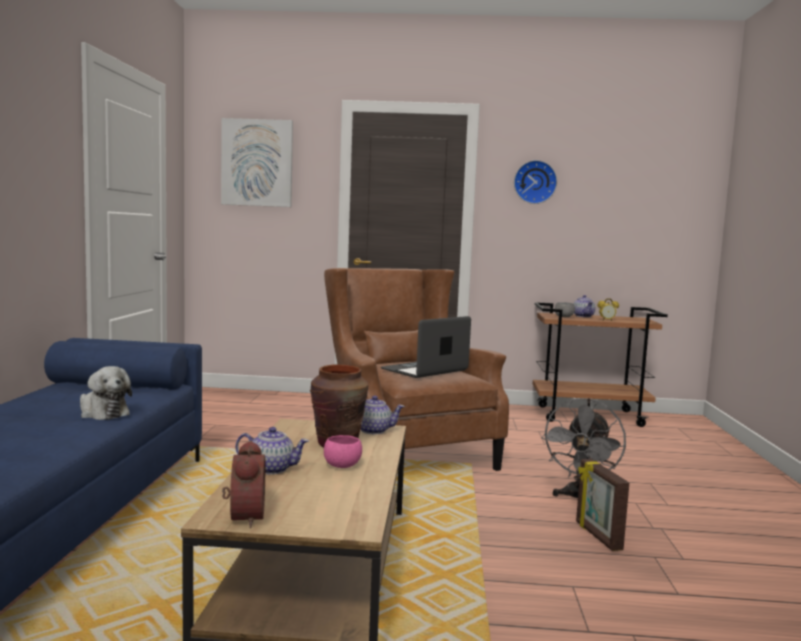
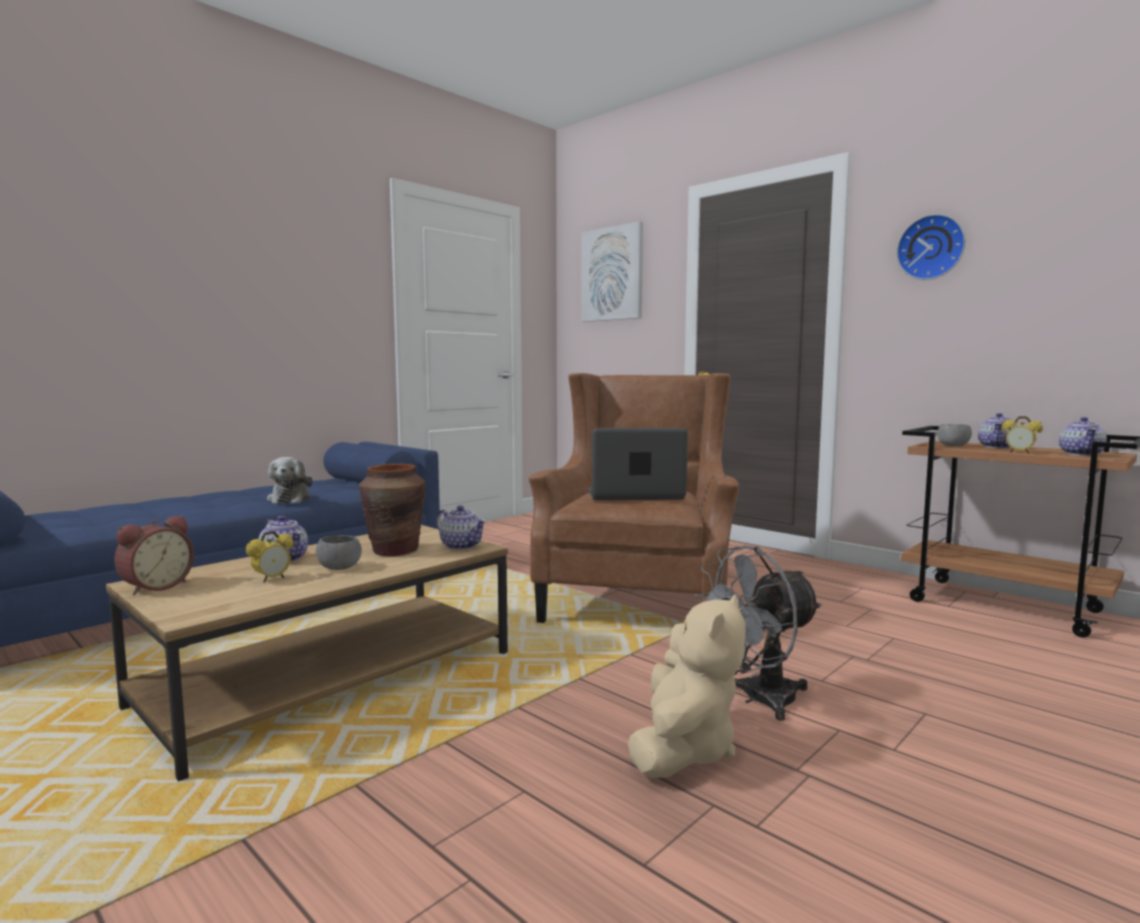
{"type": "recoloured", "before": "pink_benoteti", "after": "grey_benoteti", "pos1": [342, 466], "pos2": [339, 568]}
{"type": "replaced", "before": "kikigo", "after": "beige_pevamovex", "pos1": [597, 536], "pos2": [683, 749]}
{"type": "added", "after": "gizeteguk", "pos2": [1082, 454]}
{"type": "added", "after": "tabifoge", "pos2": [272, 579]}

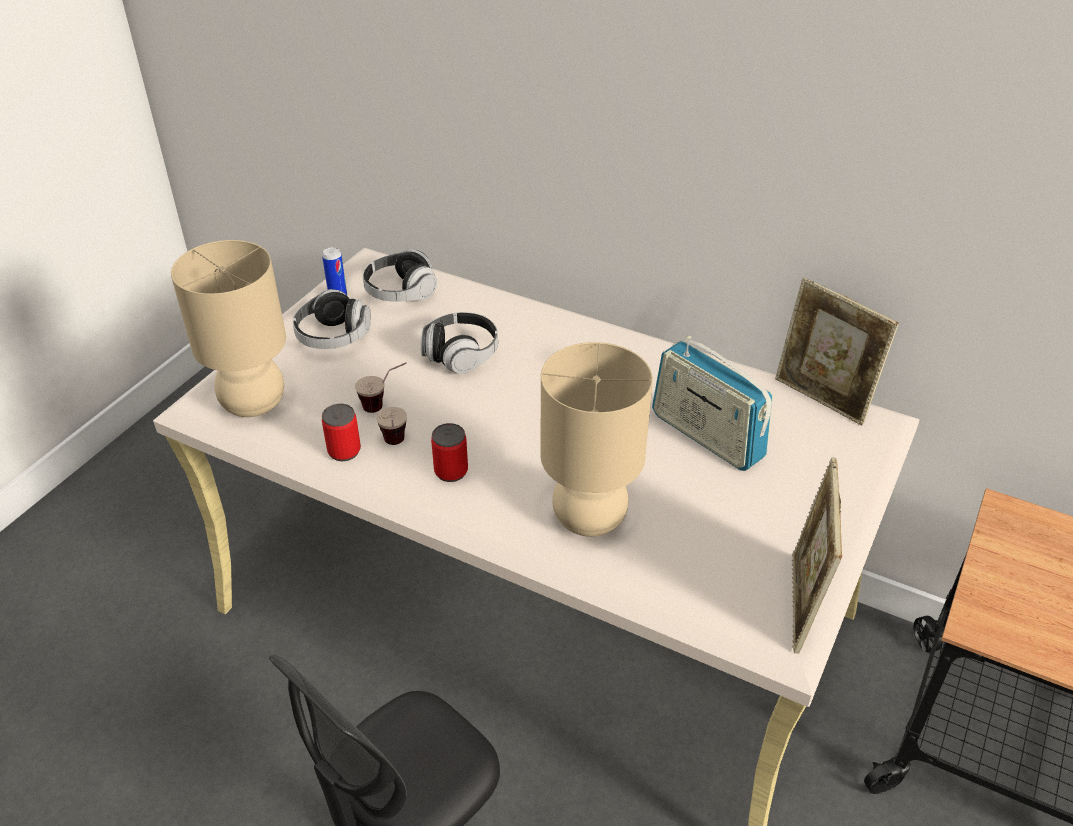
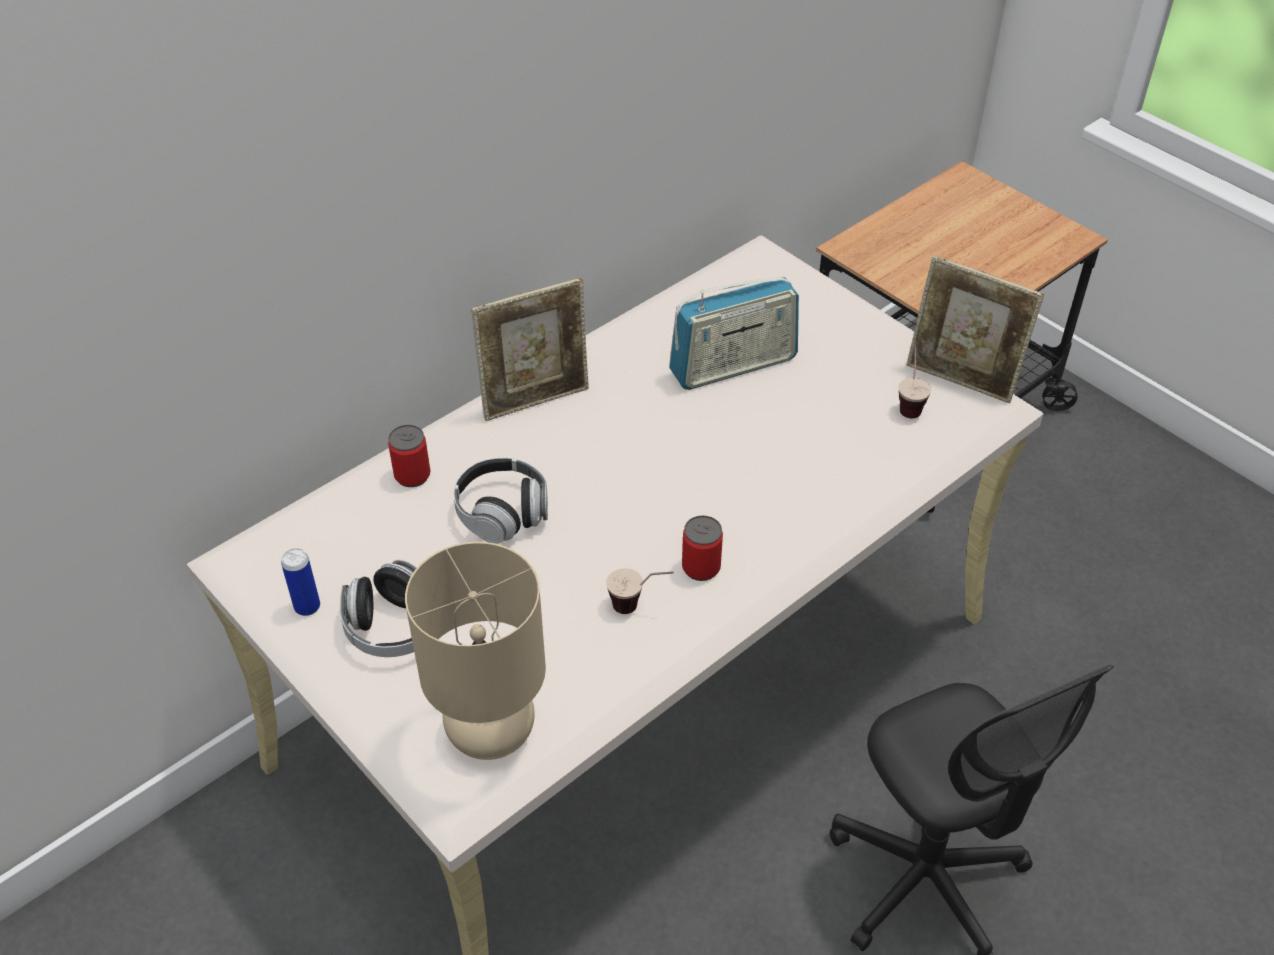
{"type": "removed", "before": "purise", "pos1": [400, 292]}
{"type": "moved", "before": "kikigo", "pos1": [821, 400], "pos2": [536, 400]}
{"type": "removed", "before": "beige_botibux", "pos1": [590, 519]}
{"type": "moved", "before": "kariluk", "pos1": [384, 404], "pos2": [909, 402]}
{"type": "moved", "before": "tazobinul", "pos1": [344, 451], "pos2": [412, 475]}

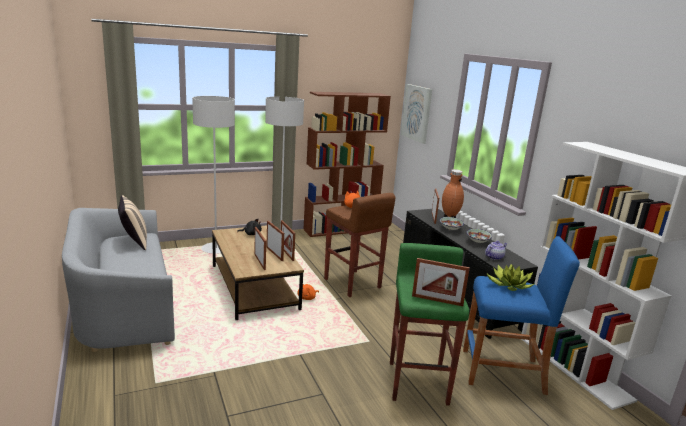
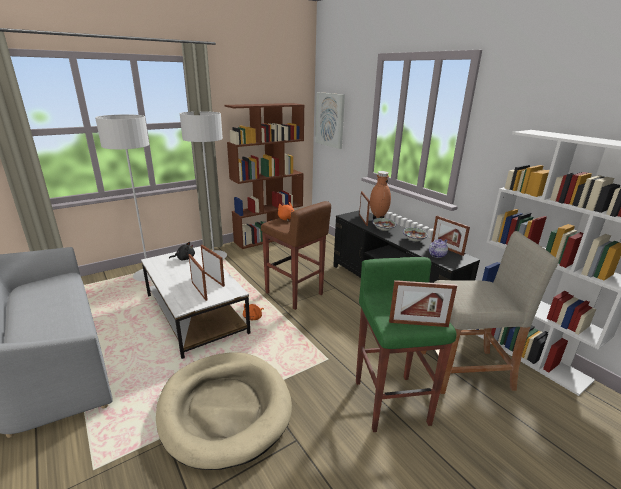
{"type": "removed", "before": "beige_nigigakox", "pos1": [134, 242]}
{"type": "moved", "before": "kikigo", "pos1": [286, 253], "pos2": [447, 249]}
{"type": "recoloured", "before": "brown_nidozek", "after": "white_nidozek", "pos1": [253, 286], "pos2": [194, 313]}
{"type": "recoloured", "before": "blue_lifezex", "after": "beige_lifezex", "pos1": [502, 372], "pos2": [465, 371]}
{"type": "removed", "before": "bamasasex", "pos1": [508, 285]}
{"type": "added", "after": "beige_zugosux", "pos2": [225, 408]}

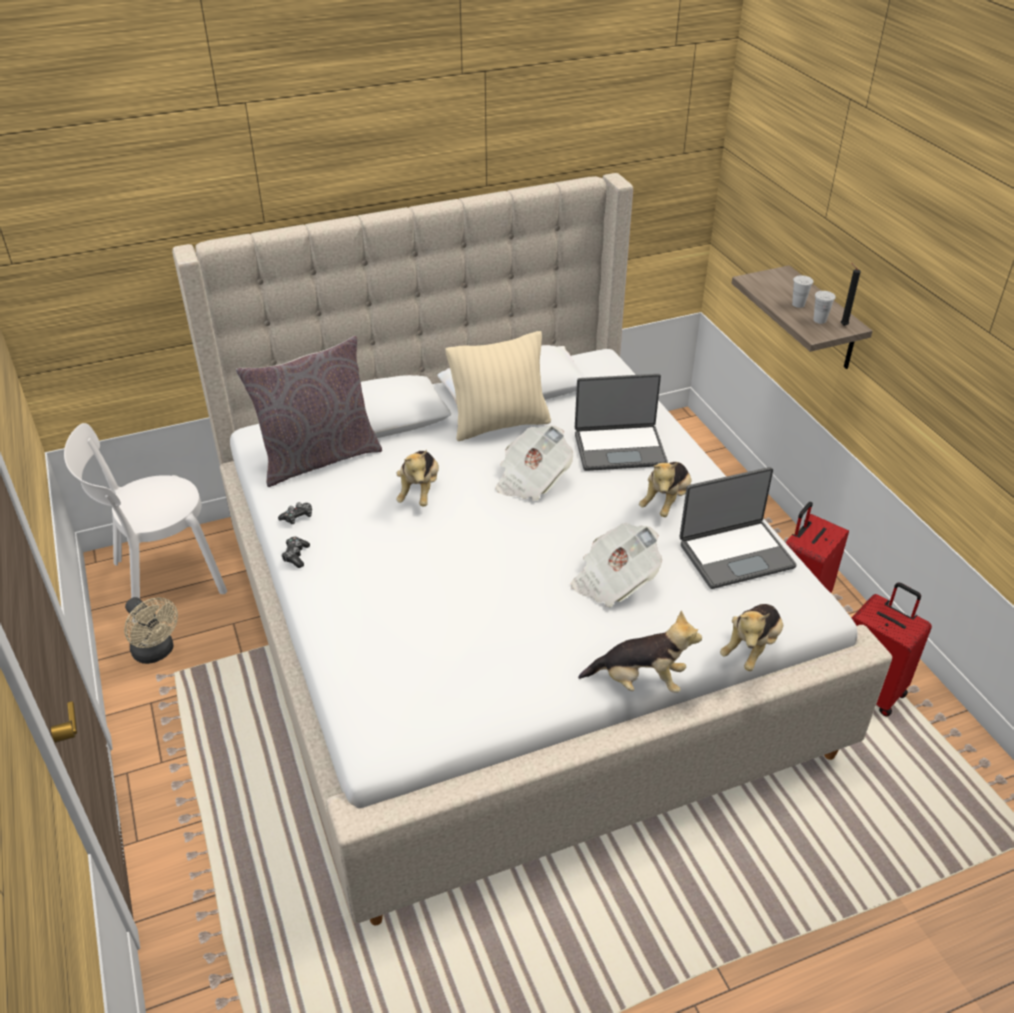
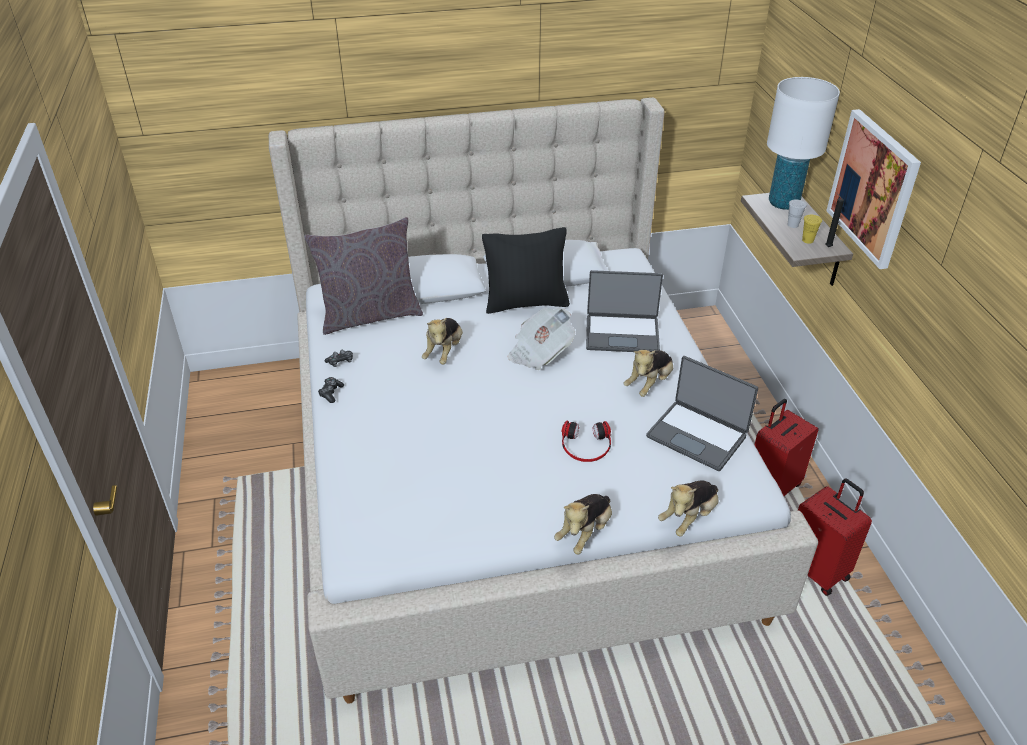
{"type": "recoloured", "before": "white_kariluk", "after": "yellow_kariluk", "pos1": [819, 320], "pos2": [807, 240]}
{"type": "recoloured", "before": "beige_nigigakox", "after": "black_nigigakox", "pos1": [500, 424], "pos2": [526, 303]}
{"type": "removed", "before": "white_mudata", "pos1": [163, 579]}
{"type": "turned", "before": "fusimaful", "pos1": [735, 554], "pos2": [697, 435], "turn": 45}
{"type": "replaced", "before": "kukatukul", "after": "purise", "pos1": [614, 581], "pos2": [586, 445]}
{"type": "removed", "before": "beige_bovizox", "pos1": [156, 652]}
{"type": "turned", "before": "pevamovex", "pos1": [640, 681], "pos2": [585, 532], "turn": 105}
{"type": "added", "after": "white_botibux", "pos2": [783, 203]}
{"type": "added", "after": "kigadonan", "pos2": [873, 188]}

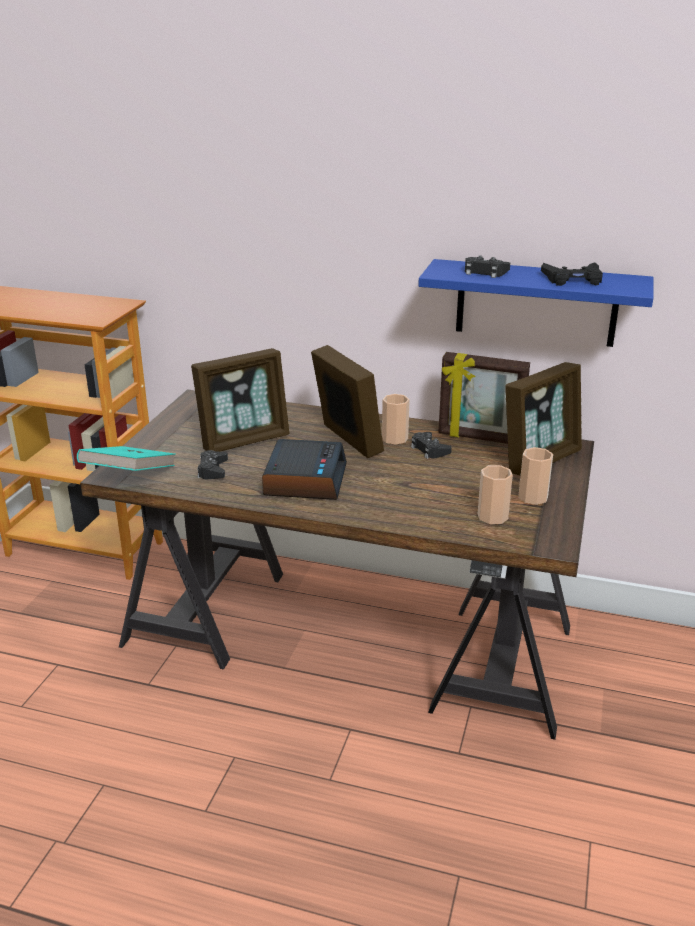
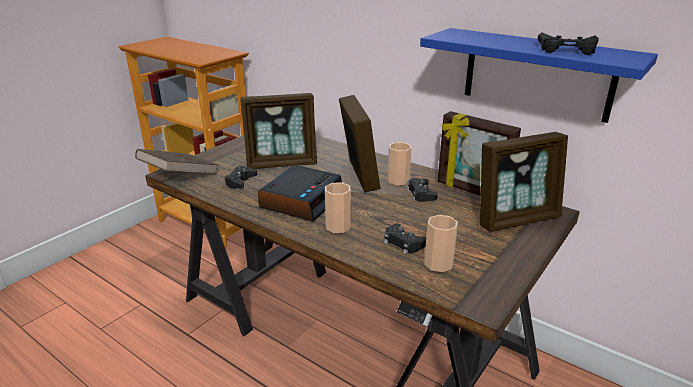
{"type": "moved", "before": "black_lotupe", "pos1": [484, 272], "pos2": [403, 243]}
{"type": "recoloured", "before": "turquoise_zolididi", "after": "brown_zolididi", "pos1": [130, 477], "pos2": [180, 177]}
{"type": "moved", "before": "kariluk", "pos1": [533, 497], "pos2": [338, 226]}

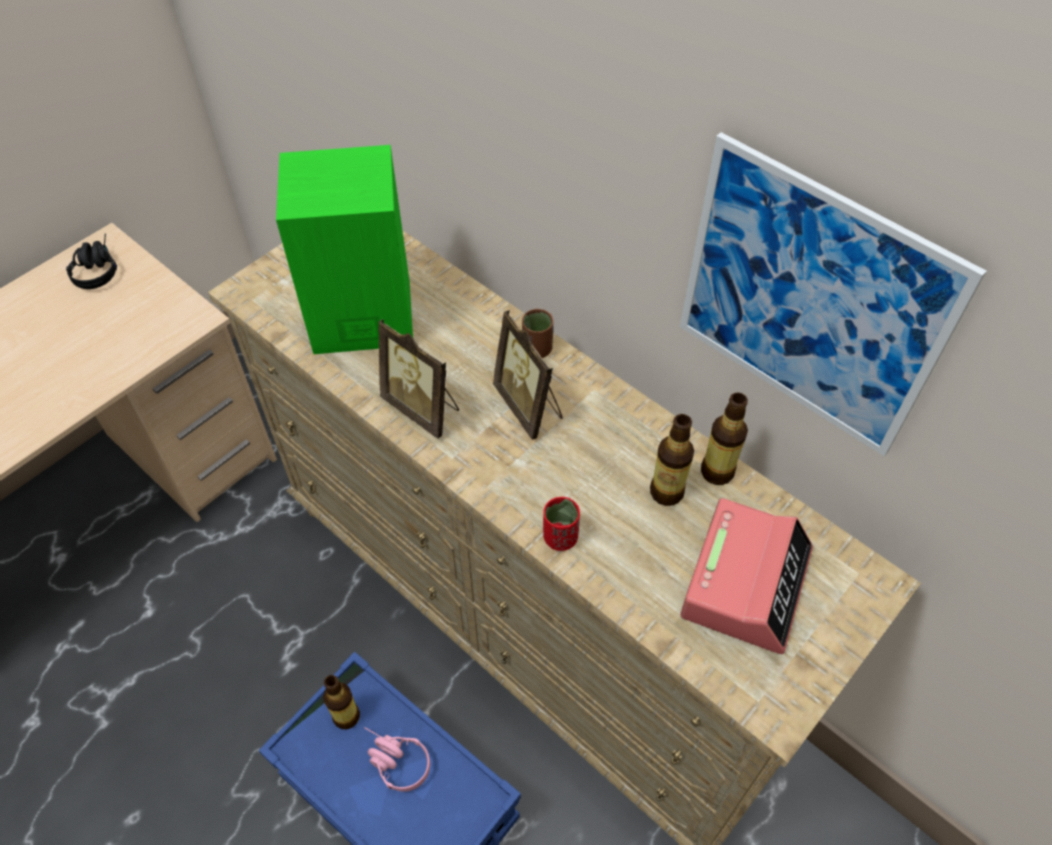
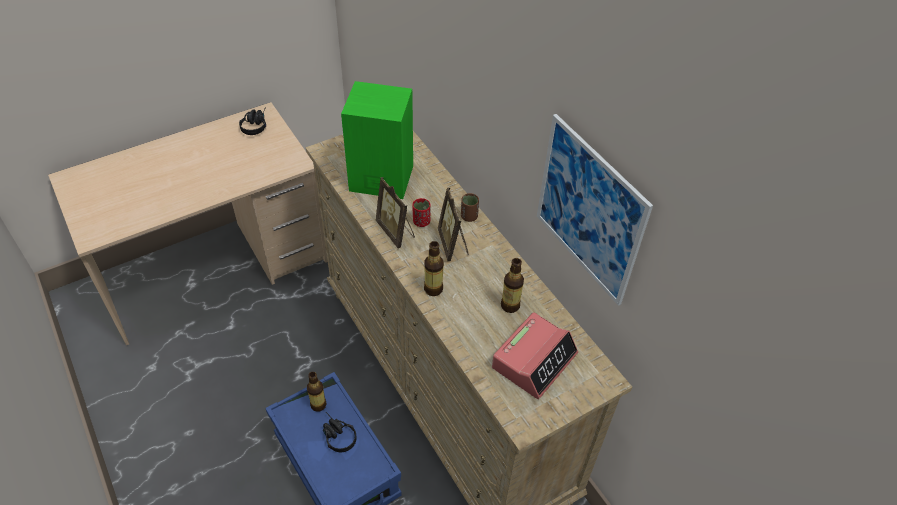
{"type": "moved", "before": "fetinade", "pos1": [717, 471], "pos2": [433, 289]}
{"type": "moved", "before": "red_kariluk", "pos1": [560, 537], "pos2": [421, 222]}
{"type": "recoloured", "before": "pink_purise", "after": "black_purise", "pos1": [393, 761], "pos2": [336, 435]}

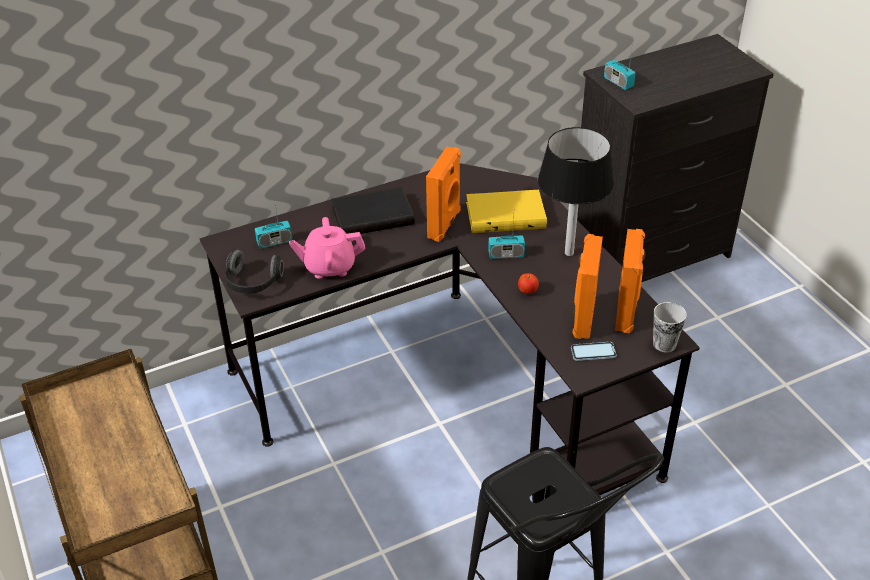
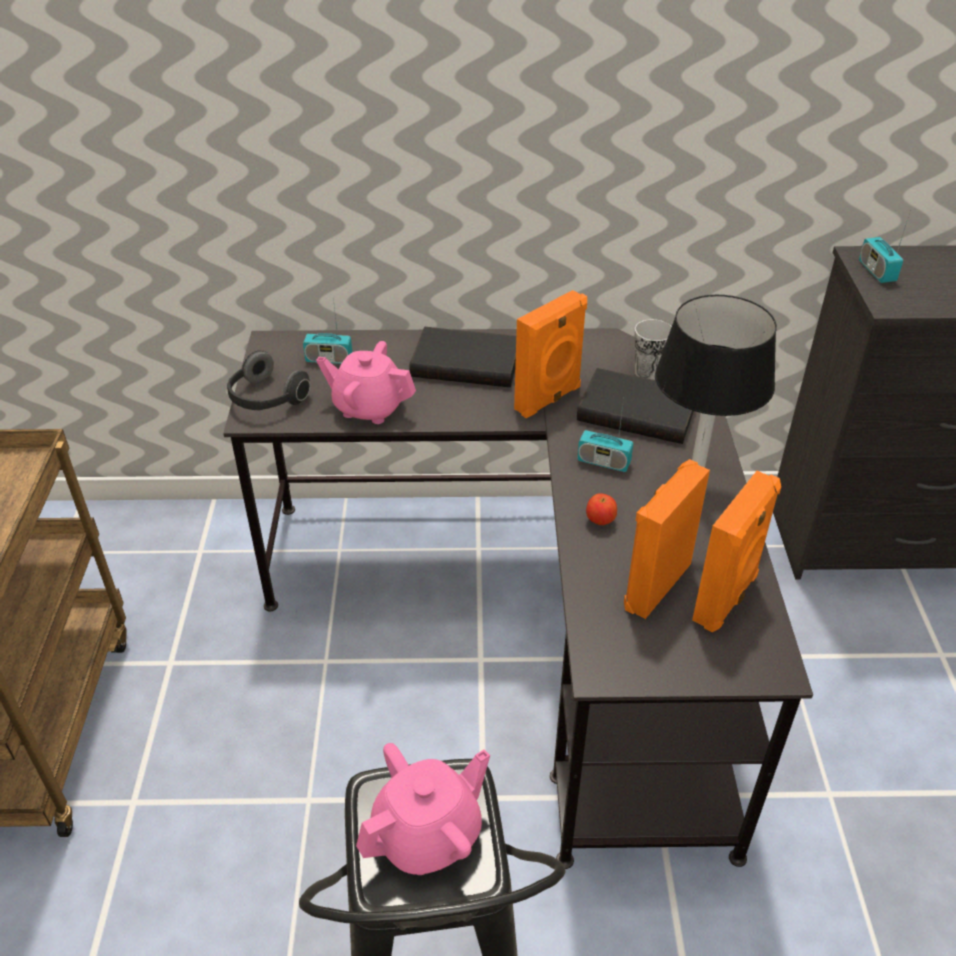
{"type": "recoloured", "before": "yellow_zolididi", "after": "black_zolididi", "pos1": [506, 214], "pos2": [638, 410]}
{"type": "moved", "before": "kariluk", "pos1": [664, 344], "pos2": [648, 373]}
{"type": "removed", "before": "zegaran", "pos1": [593, 352]}
{"type": "added", "after": "pink_gizeteguk", "pos2": [428, 835]}

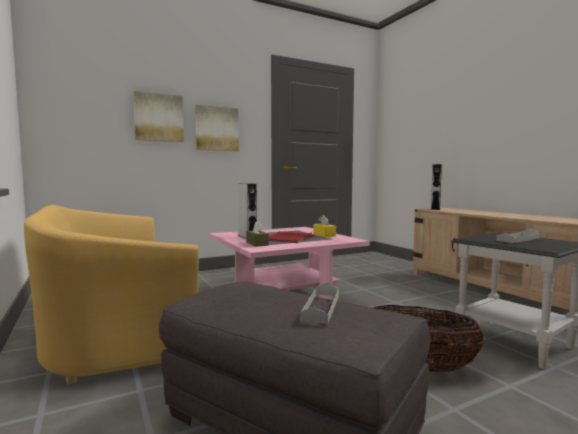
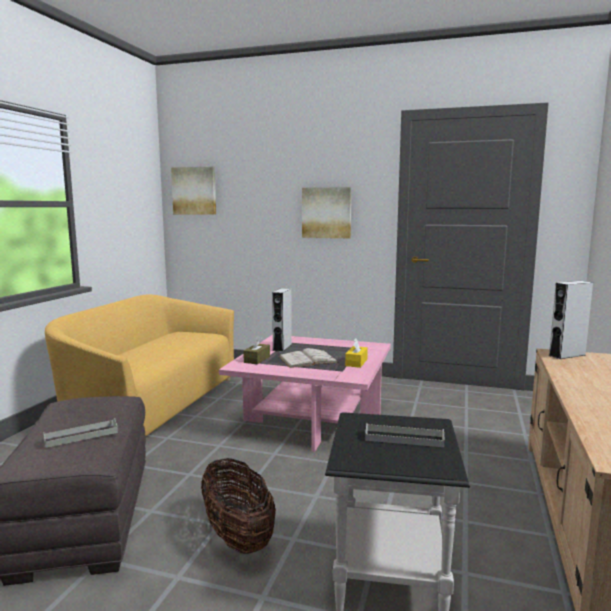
{"type": "moved", "before": "kigadonan", "pos1": [158, 117], "pos2": [194, 191]}
{"type": "recoloured", "before": "red_zolididi", "after": "white_zolididi", "pos1": [291, 238], "pos2": [308, 359]}

